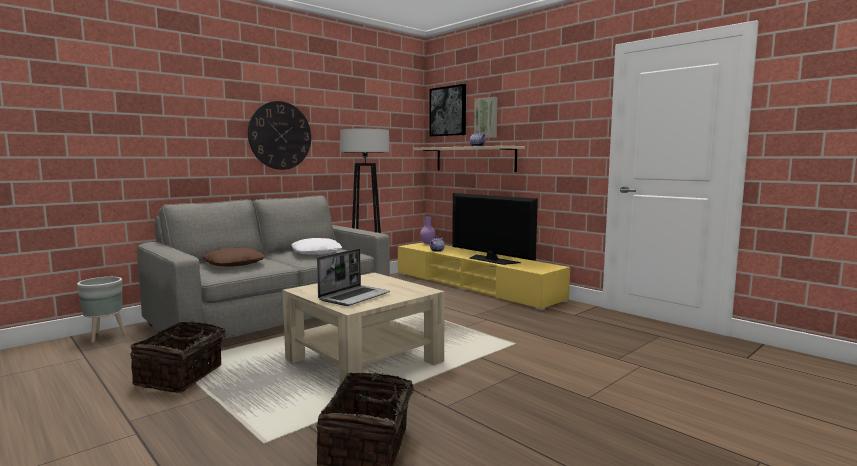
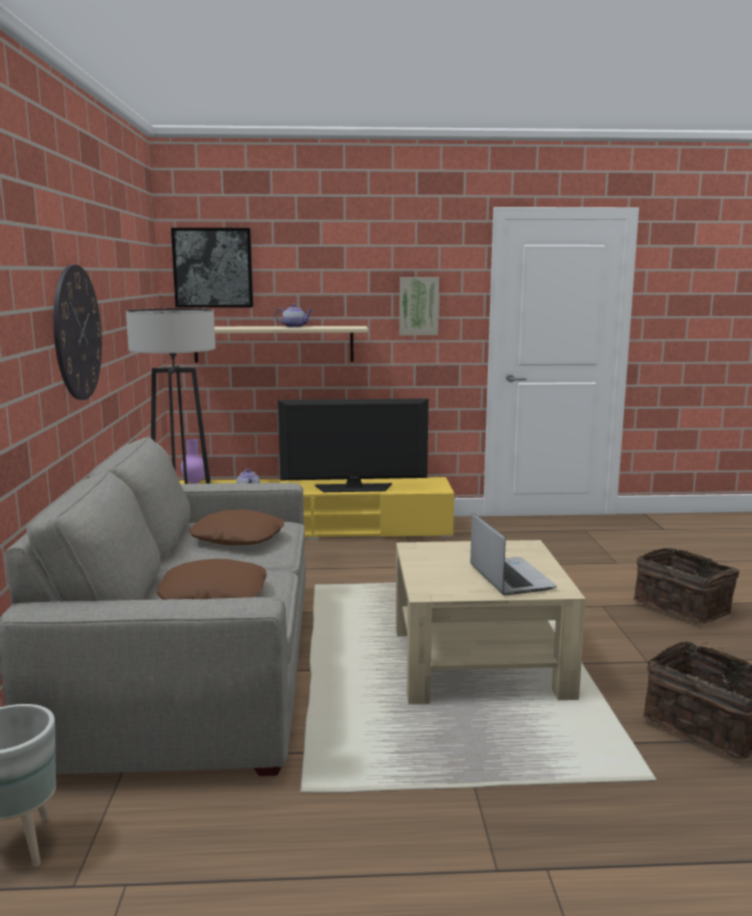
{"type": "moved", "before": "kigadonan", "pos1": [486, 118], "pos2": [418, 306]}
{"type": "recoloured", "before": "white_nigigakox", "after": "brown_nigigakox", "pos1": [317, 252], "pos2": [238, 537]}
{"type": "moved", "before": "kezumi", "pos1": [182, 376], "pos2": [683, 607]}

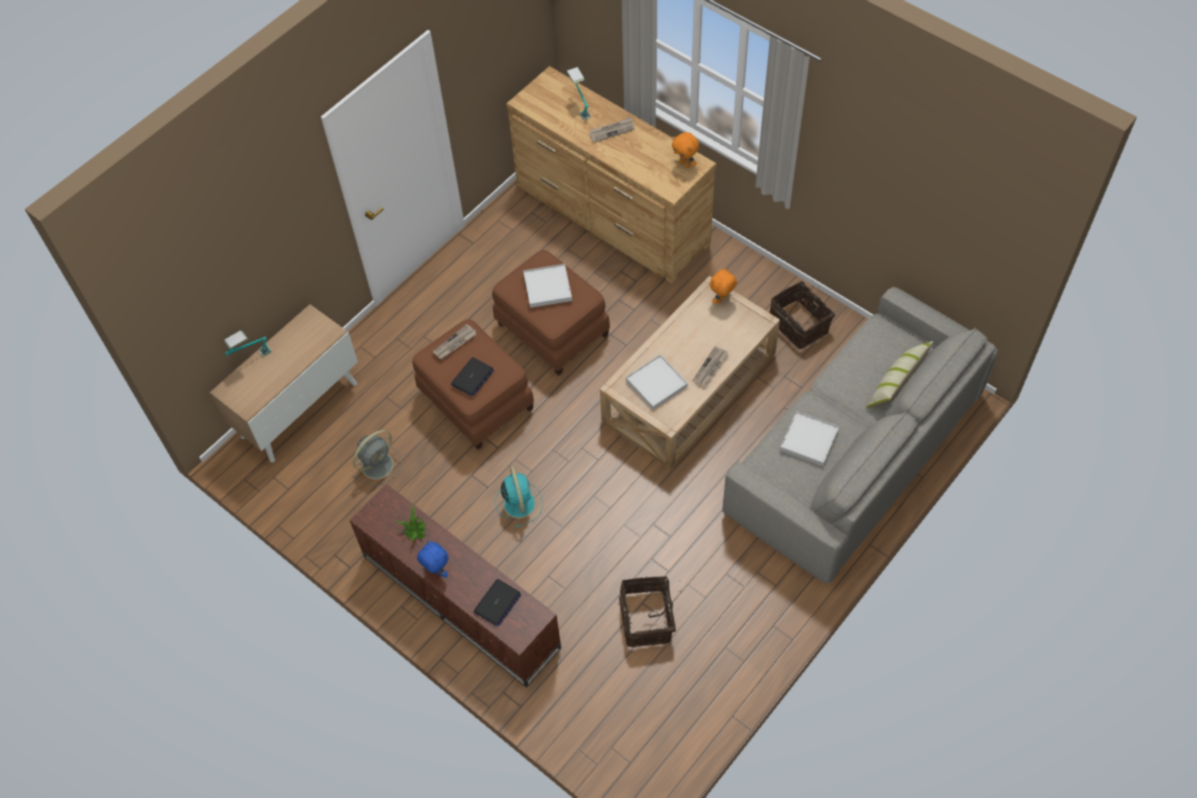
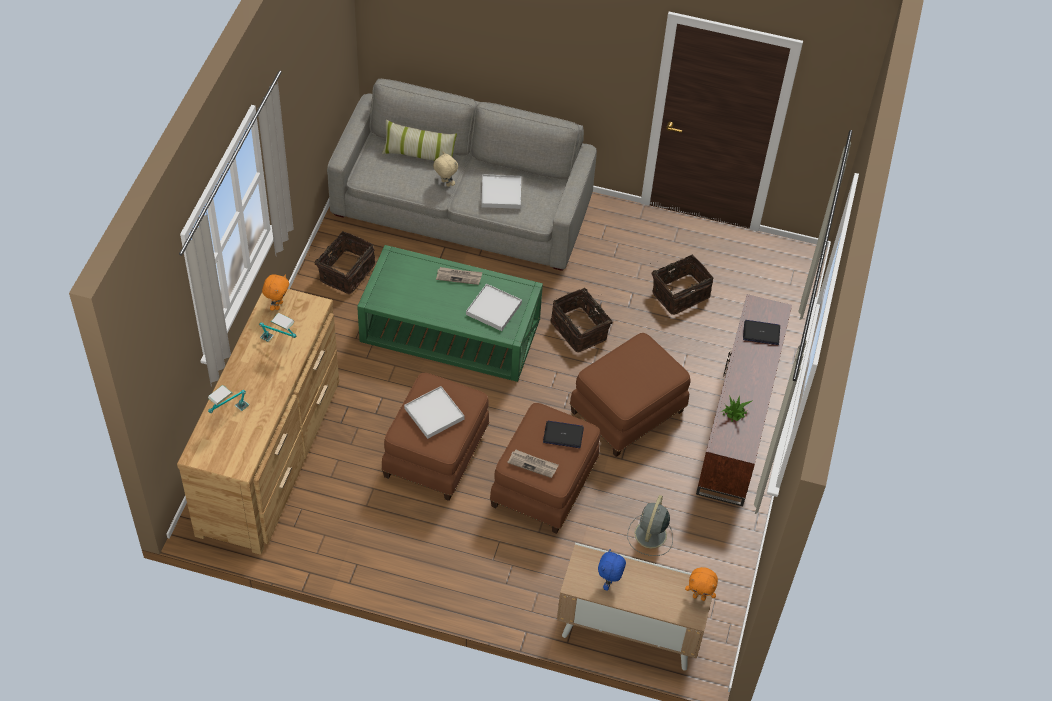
{"type": "removed", "before": "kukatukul", "pos1": [612, 130]}
{"type": "moved", "before": "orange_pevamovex", "pos1": [722, 300], "pos2": [699, 596]}
{"type": "recoloured", "before": "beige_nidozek", "after": "green_nidozek", "pos1": [690, 388], "pos2": [450, 329]}
{"type": "moved", "before": "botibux", "pos1": [252, 359], "pos2": [279, 343]}
{"type": "turned", "before": "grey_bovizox", "pos1": [378, 464], "pos2": [650, 535], "turn": -90}
{"type": "replaced", "before": "turquoise_bovizox", "after": "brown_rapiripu", "pos1": [519, 502], "pos2": [628, 413]}
{"type": "moved", "before": "blue_pevamovex", "pos1": [436, 571], "pos2": [609, 582]}
{"type": "added", "after": "beige_pevamovex", "pos2": [445, 183]}
{"type": "added", "after": "kezumi", "pos2": [580, 329]}

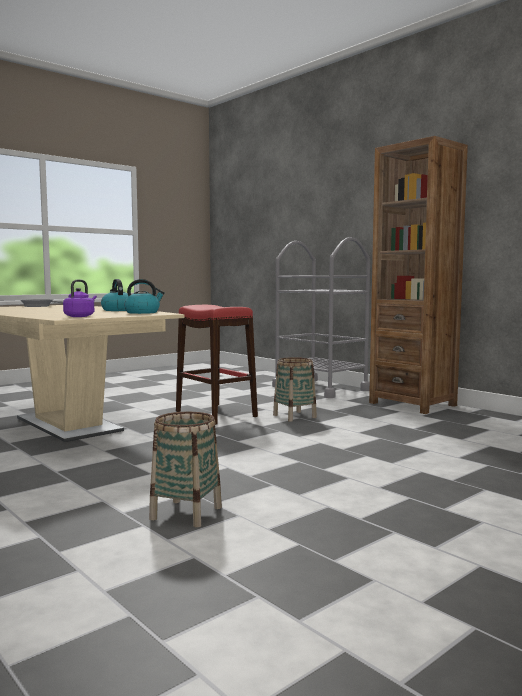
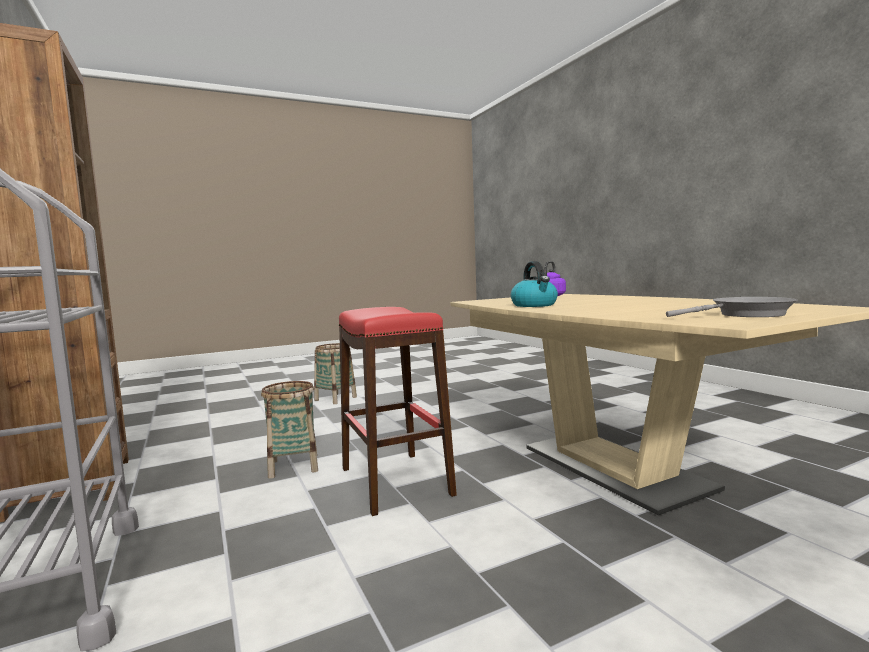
{"type": "removed", "before": "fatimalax", "pos1": [143, 312]}
{"type": "moved", "before": "kezumi", "pos1": [186, 513], "pos2": [335, 399]}

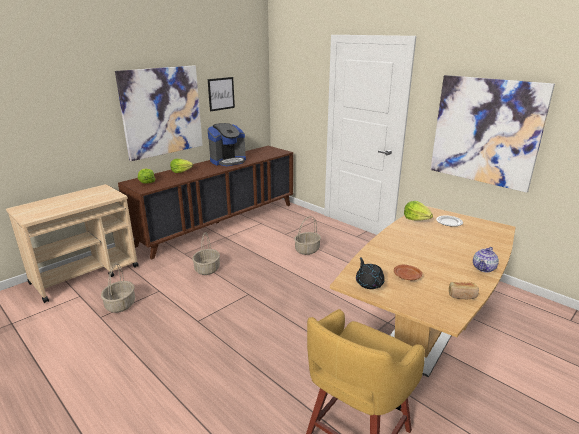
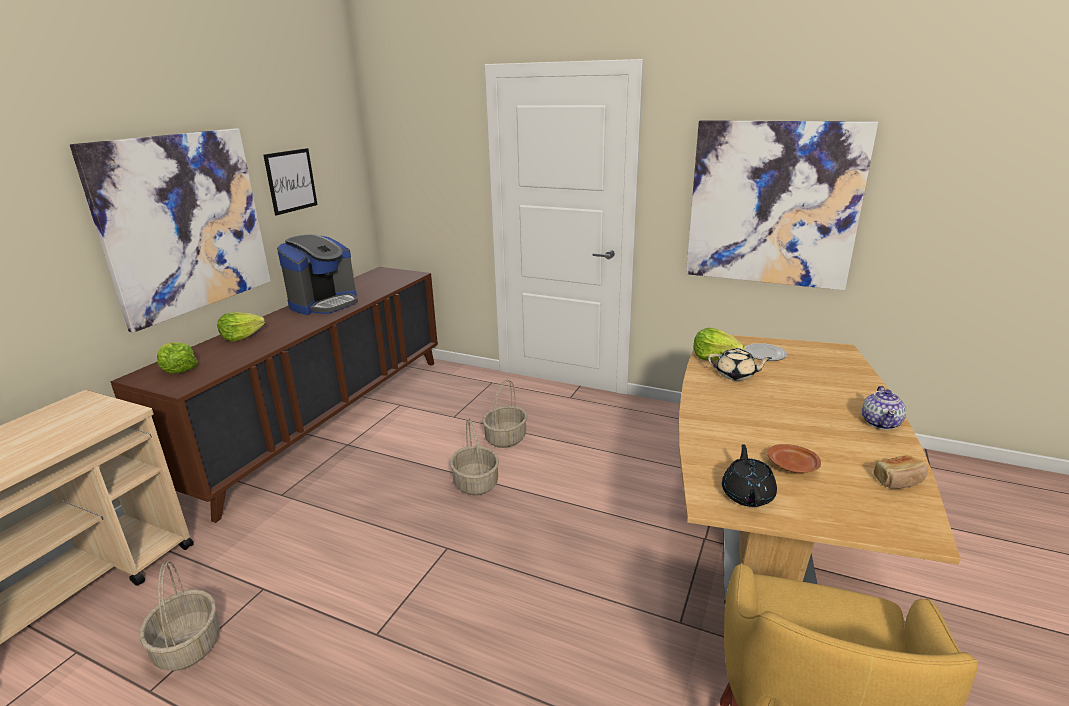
{"type": "moved", "before": "kezumi", "pos1": [207, 269], "pos2": [476, 483]}
{"type": "turned", "before": "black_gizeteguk", "pos1": [369, 283], "pos2": [747, 494], "turn": 45}
{"type": "added", "after": "beige_gizeteguk", "pos2": [736, 375]}

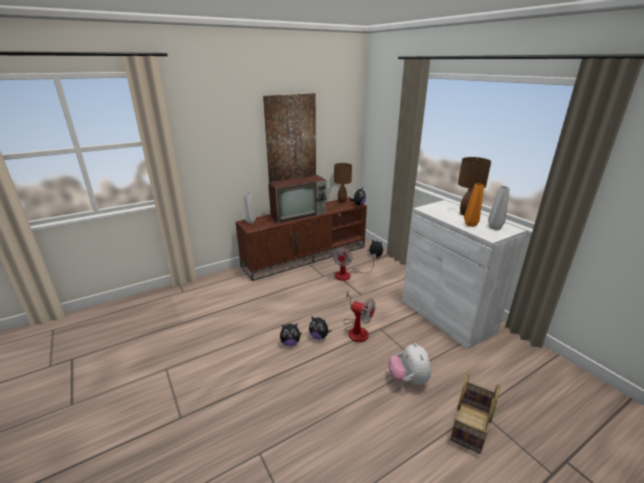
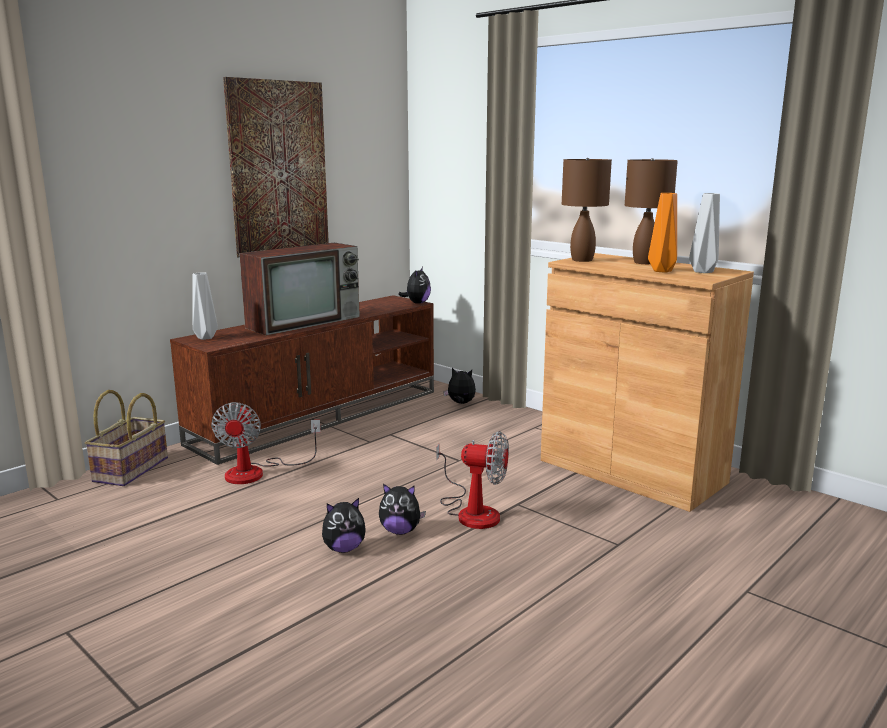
{"type": "moved", "before": "brown_botibux", "pos1": [342, 201], "pos2": [583, 260]}
{"type": "recoloured", "before": "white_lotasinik", "after": "brown_lotasinik", "pos1": [446, 316], "pos2": [631, 471]}
{"type": "moved", "before": "bovizox", "pos1": [348, 274], "pos2": [257, 472]}
{"type": "removed", "before": "pevamovex", "pos1": [408, 379]}
{"type": "moved", "before": "kezumi", "pos1": [470, 427], "pos2": [132, 470]}

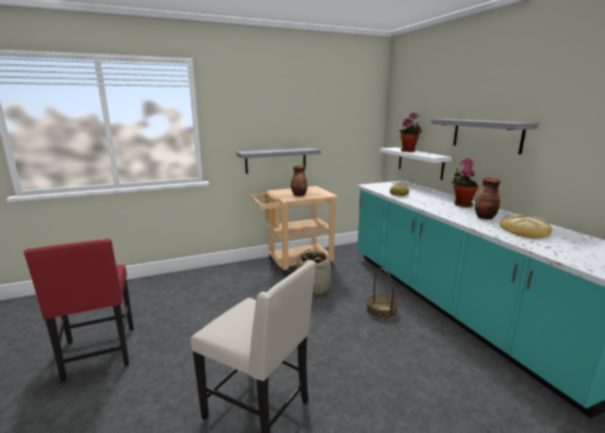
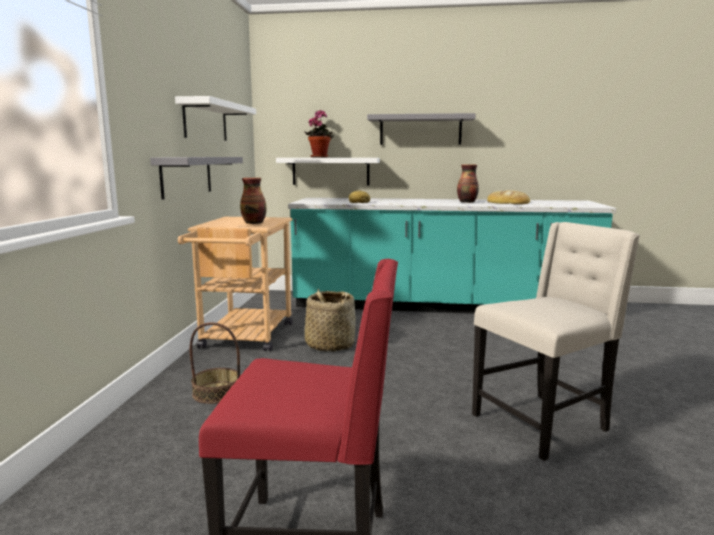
{"type": "removed", "before": "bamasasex", "pos1": [462, 204]}
{"type": "moved", "before": "kezumi", "pos1": [381, 311], "pos2": [217, 392]}
{"type": "added", "after": "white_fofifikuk", "pos2": [205, 121]}

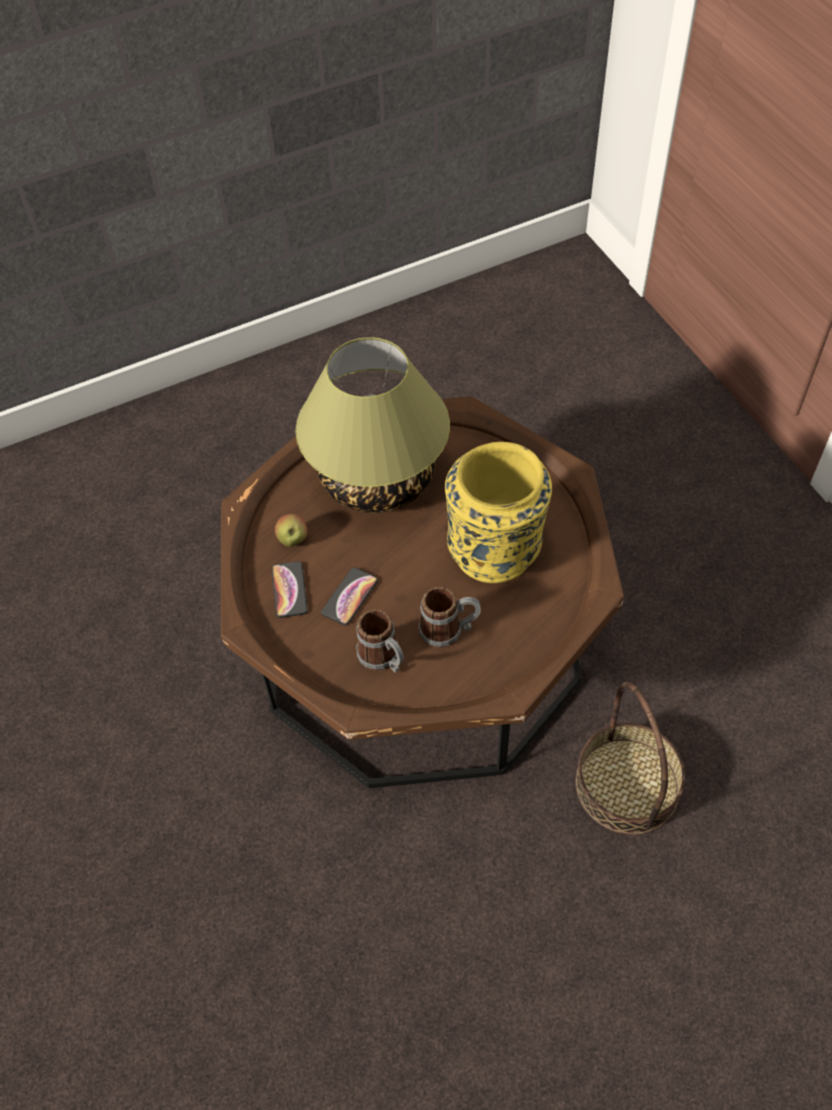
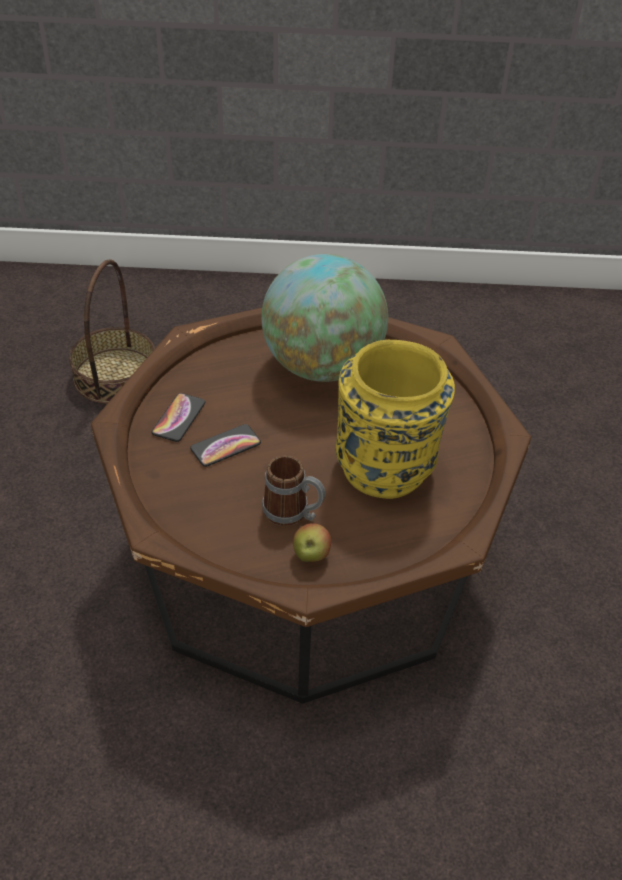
{"type": "replaced", "before": "botibux", "after": "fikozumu", "pos1": [377, 477], "pos2": [322, 366]}
{"type": "moved", "before": "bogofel", "pos1": [293, 540], "pos2": [311, 555]}
{"type": "removed", "before": "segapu", "pos1": [383, 659]}
{"type": "moved", "before": "kezumi", "pos1": [627, 785], "pos2": [115, 376]}

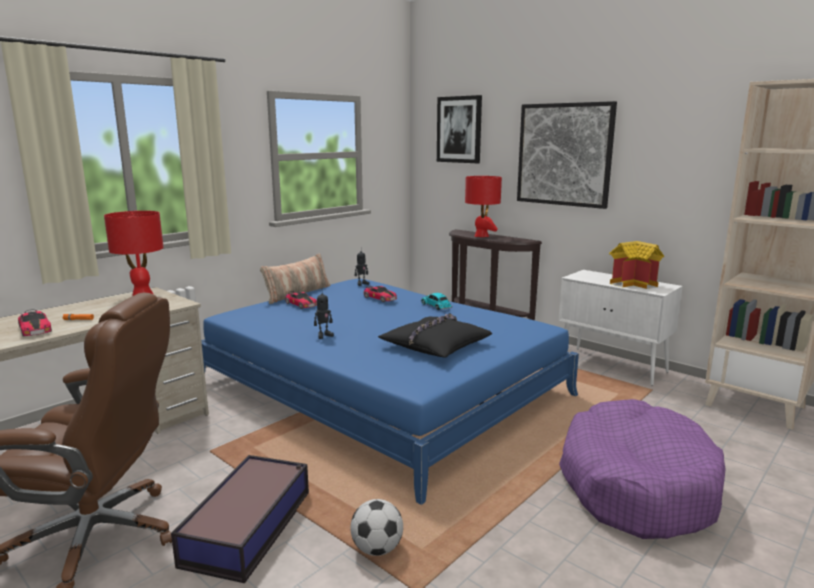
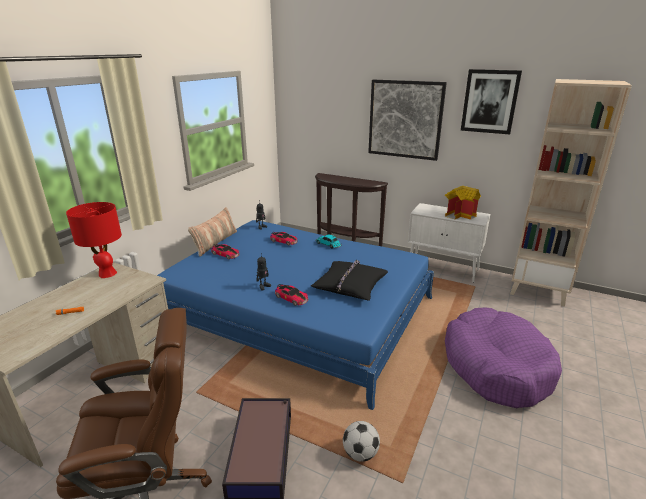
{"type": "moved", "before": "kigadonan", "pos1": [459, 129], "pos2": [490, 101]}
{"type": "removed", "before": "red_botibux", "pos1": [481, 236]}
{"type": "moved", "before": "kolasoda", "pos1": [35, 329], "pos2": [291, 298]}

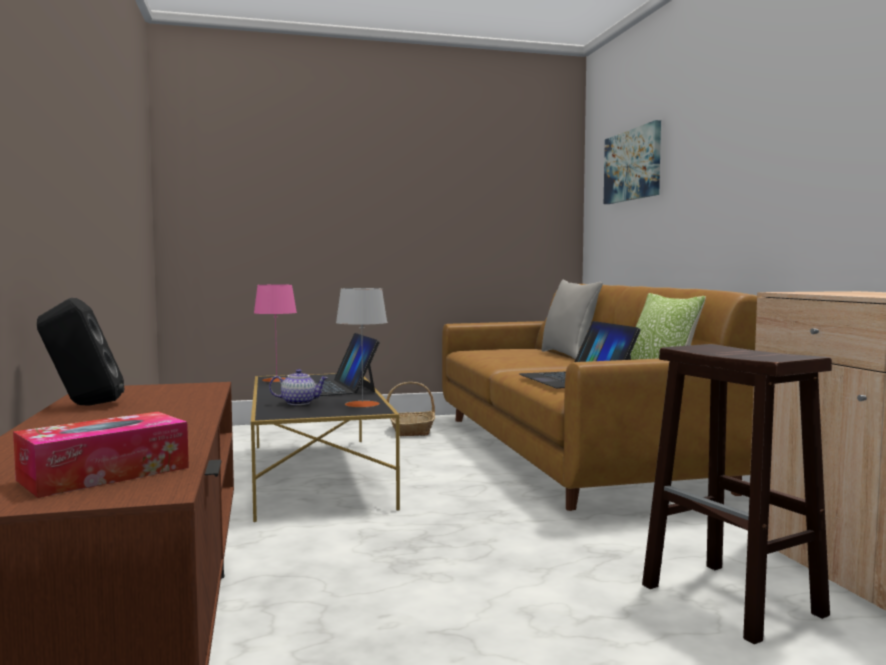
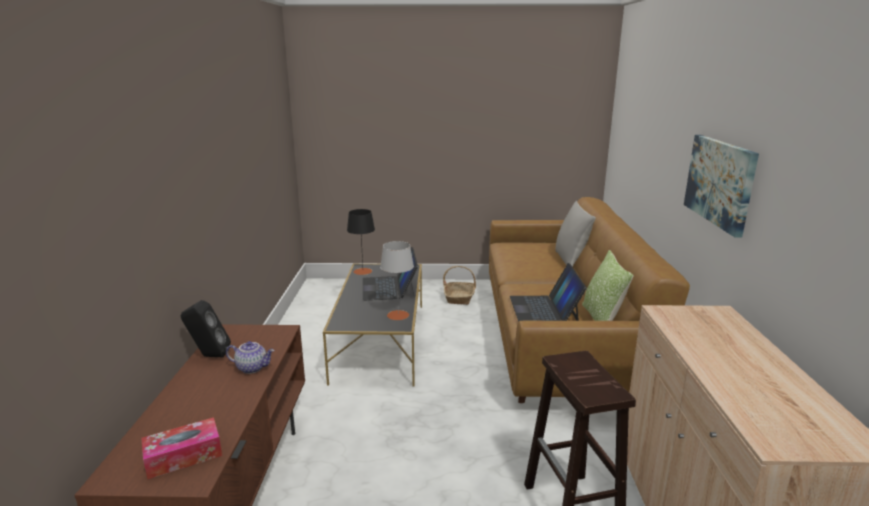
{"type": "moved", "before": "kigadonan", "pos1": [633, 165], "pos2": [720, 182]}
{"type": "recoloured", "before": "pink_botibux", "after": "black_botibux", "pos1": [276, 380], "pos2": [362, 271]}
{"type": "moved", "before": "gizeteguk", "pos1": [299, 403], "pos2": [252, 368]}

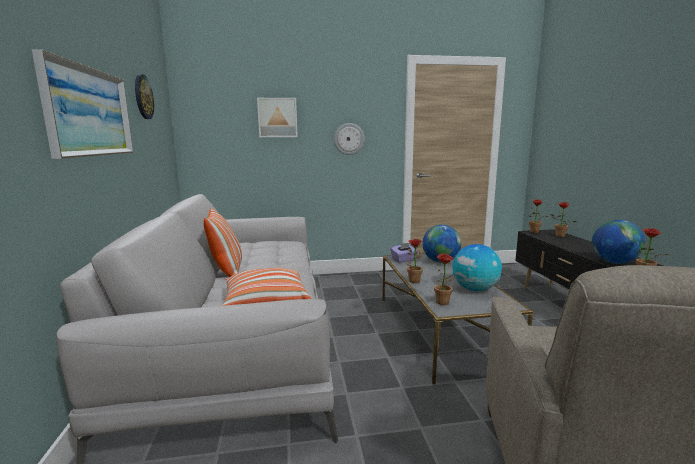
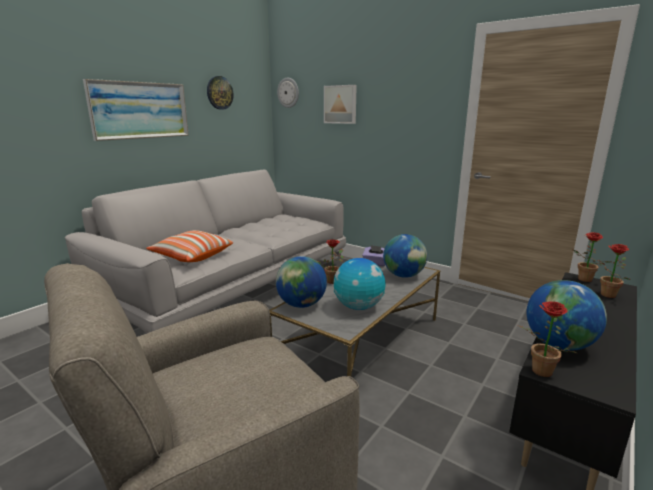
{"type": "moved", "before": "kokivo", "pos1": [349, 139], "pos2": [288, 92]}
{"type": "removed", "before": "nigigakox", "pos1": [227, 271]}
{"type": "replaced", "before": "bamasasex", "after": "fikozumu", "pos1": [443, 303], "pos2": [301, 305]}

